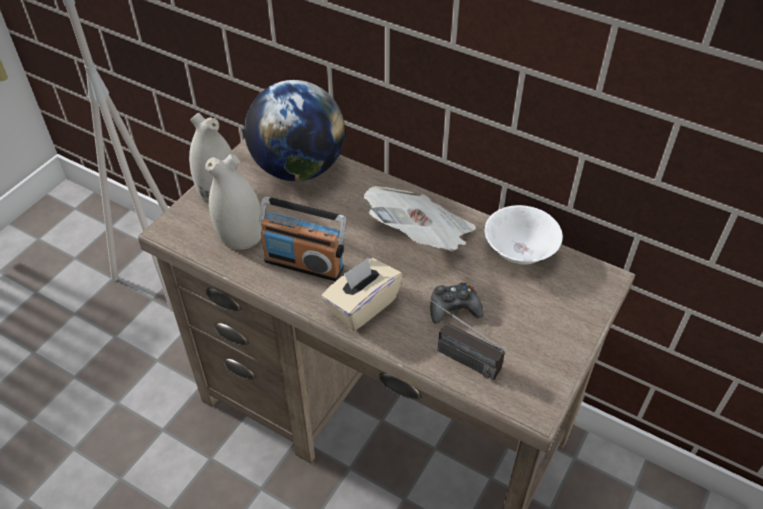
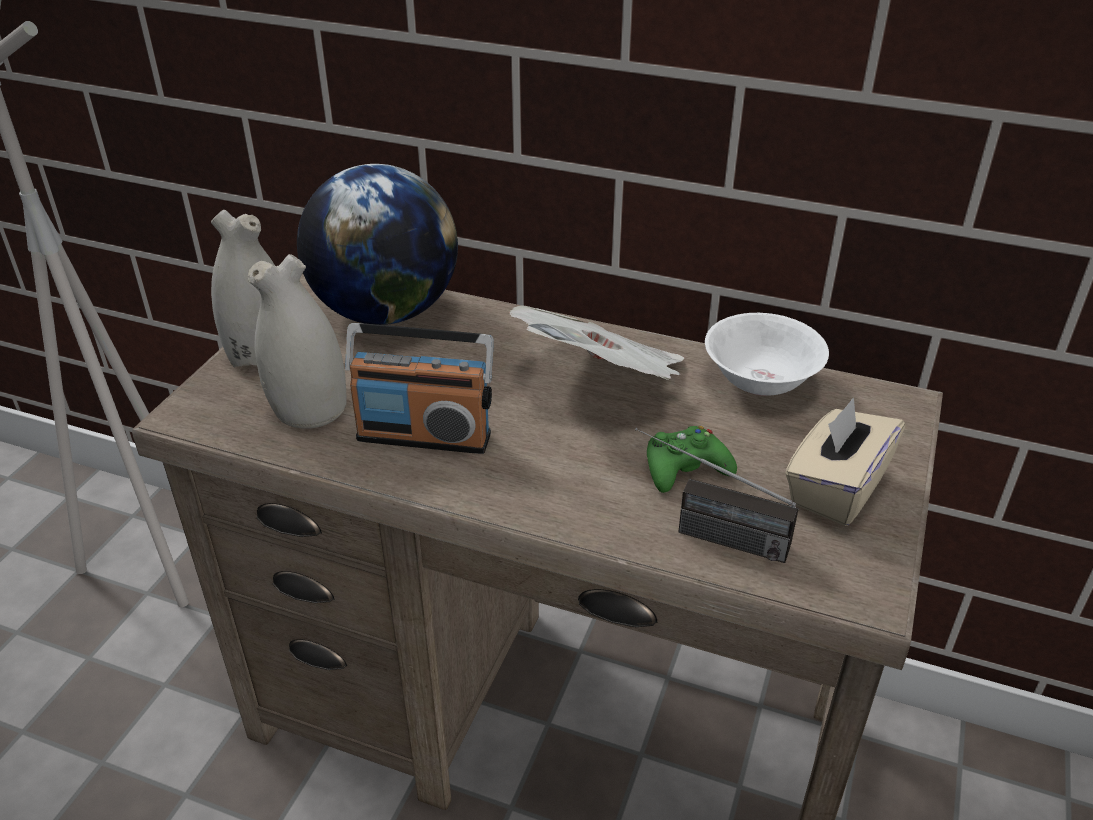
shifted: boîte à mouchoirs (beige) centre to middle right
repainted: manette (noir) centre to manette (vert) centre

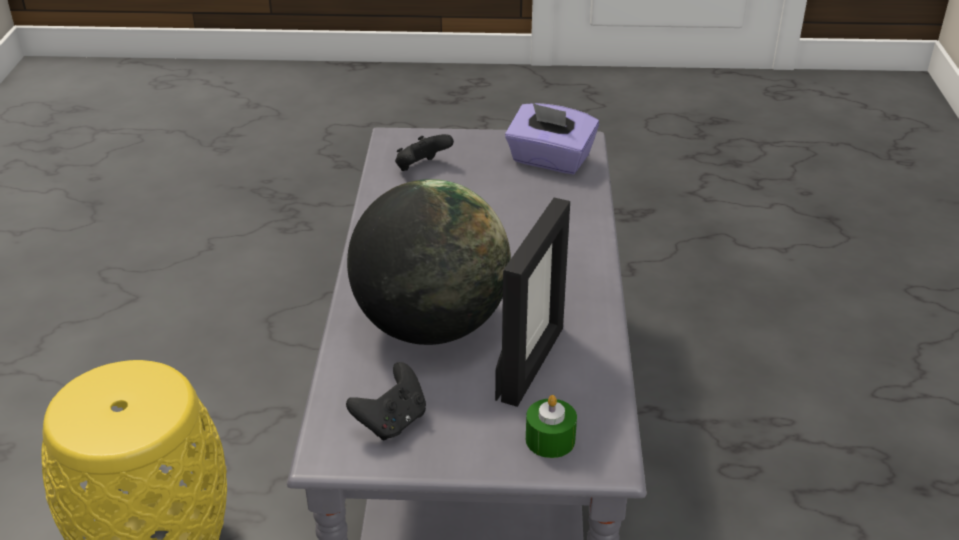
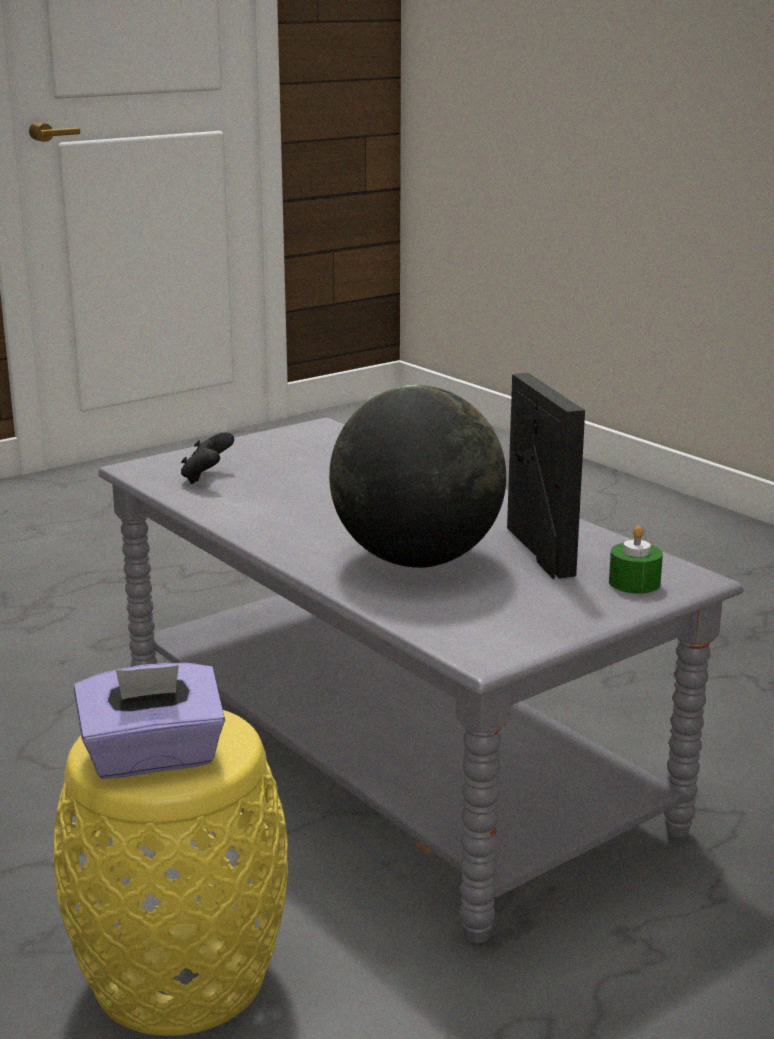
gone: manette (noir) (no. 1 from left) bottom centre
shifted: boîte à mouchoirs (violet) top centre to bottom left

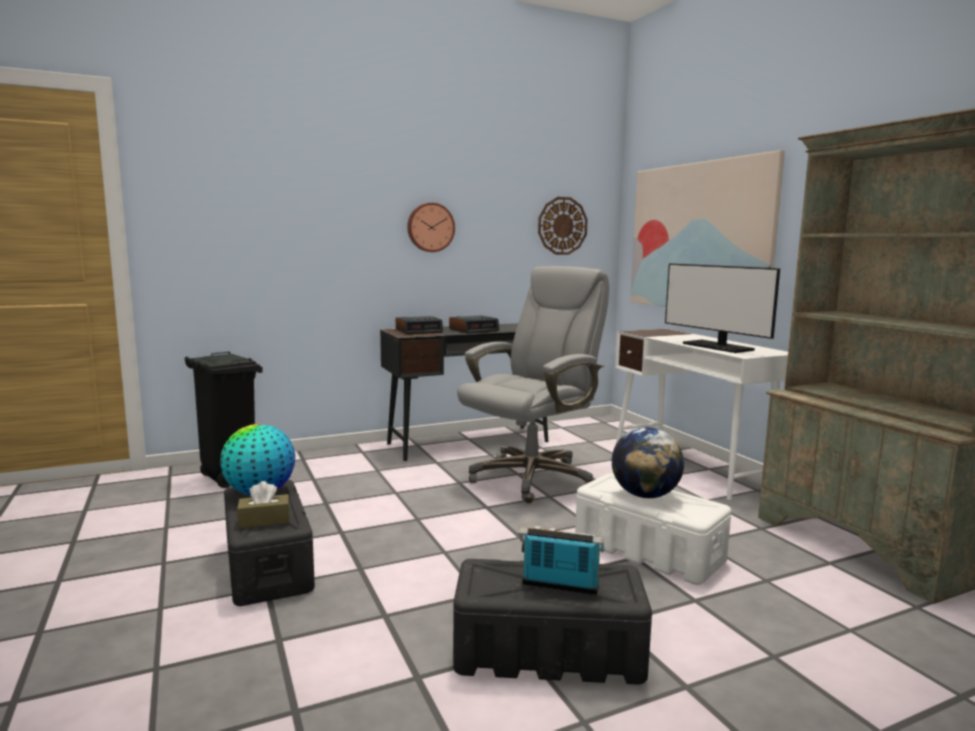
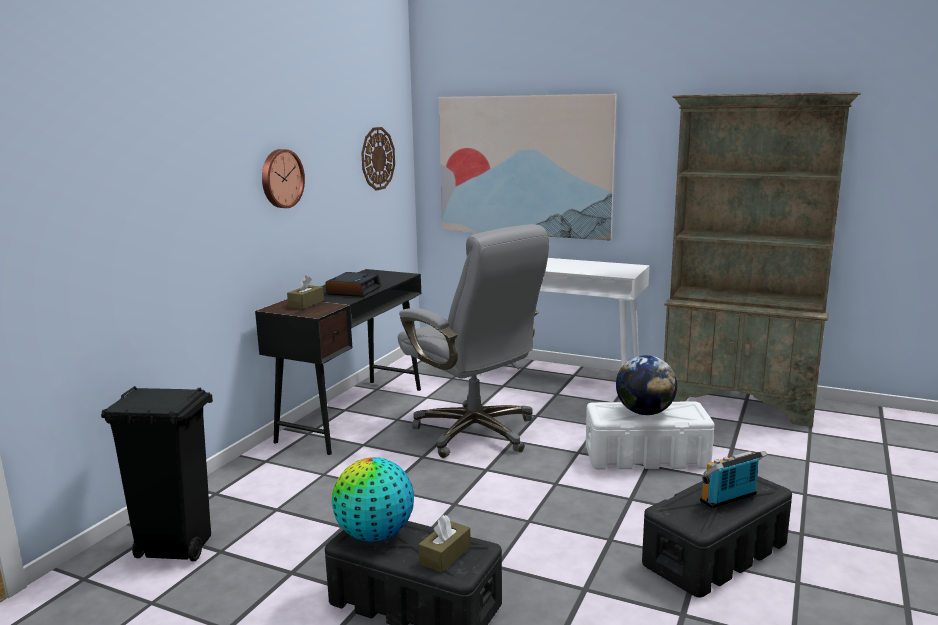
gone: écran d'ordinateur middle right
swapped: réveil (no. 1 from left) centre to boîte à mouchoirs (marron) (no. 1 from left) middle left
rotated: chaise de bureau (gris) centre = centre 135 degrees clockwise

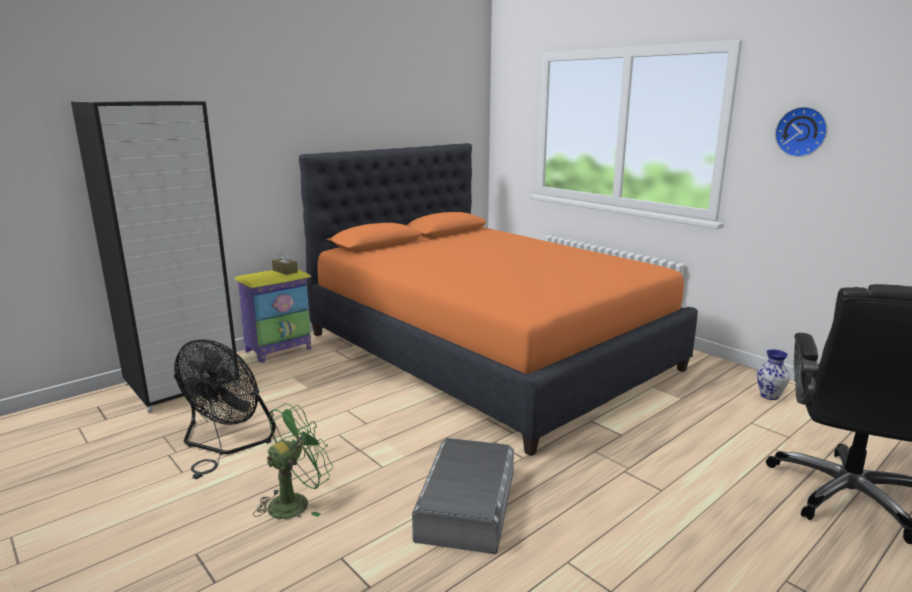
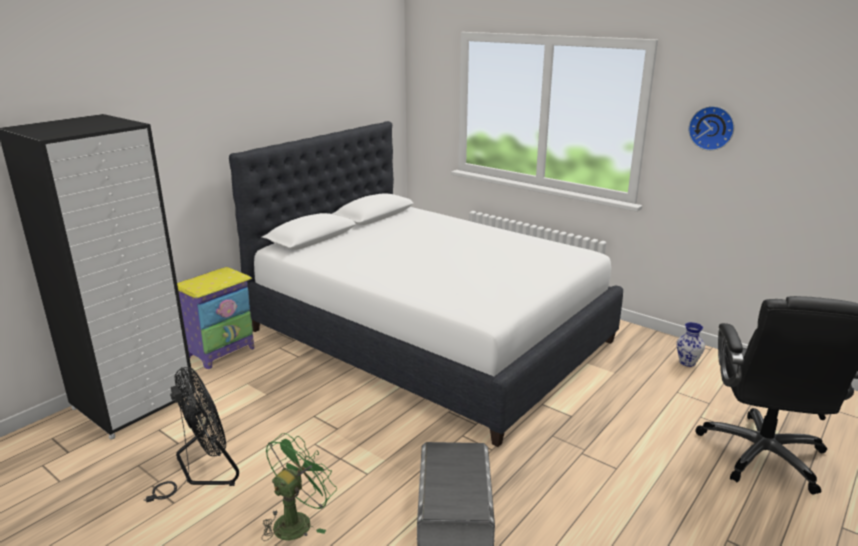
gone: boîte à mouchoirs (marron) middle left
repainted: lit (orange) centre to lit (blanc) centre
rotated: ventilateur (noir) bottom left = bottom left 45 degrees clockwise

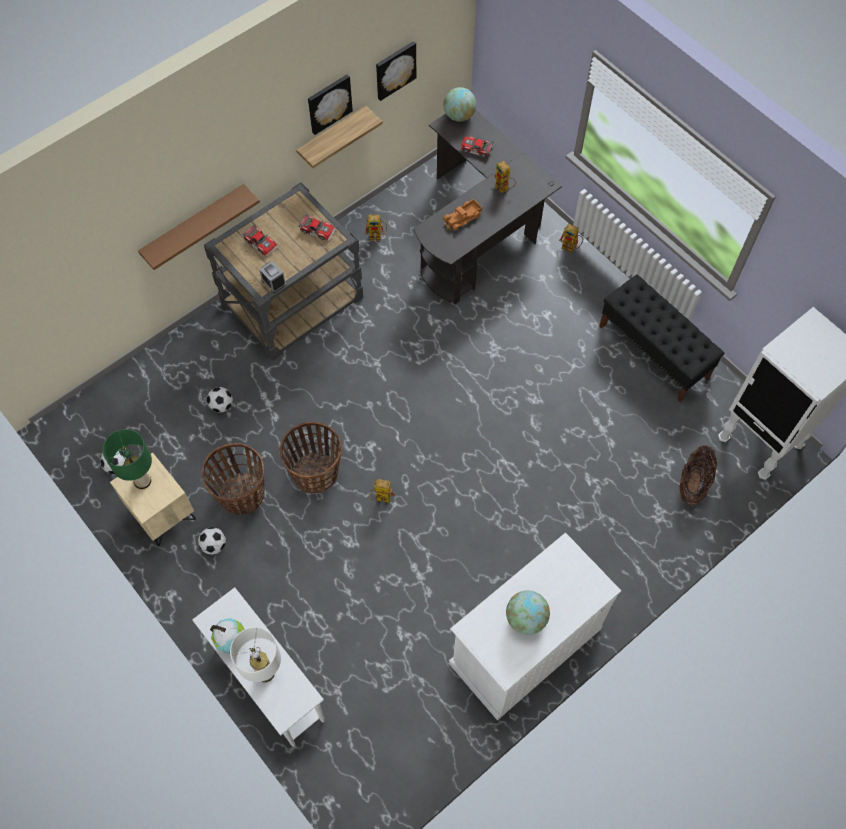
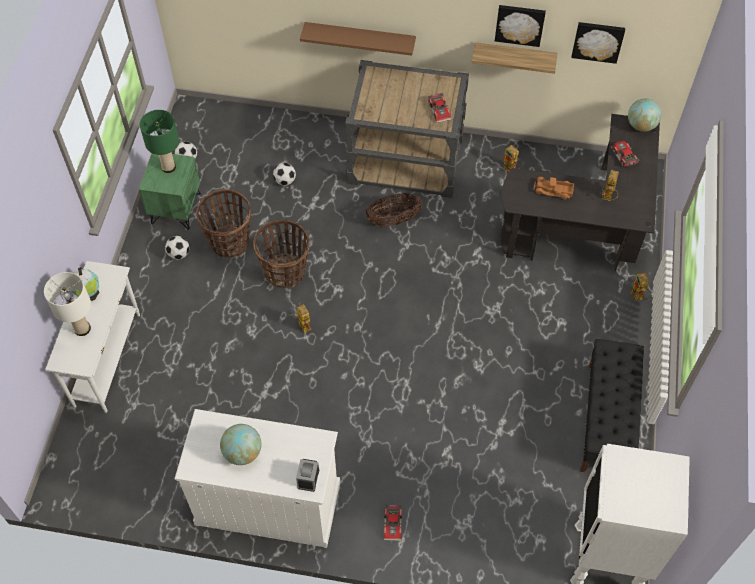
shifted: réveil middle left to bottom centre; panier (no. 3 from left) middle right to centre; petite voiture (no. 1 from left) top left to bottom centre
repainted: table de chevet (beige) middle left to table de chevet (vert) top left

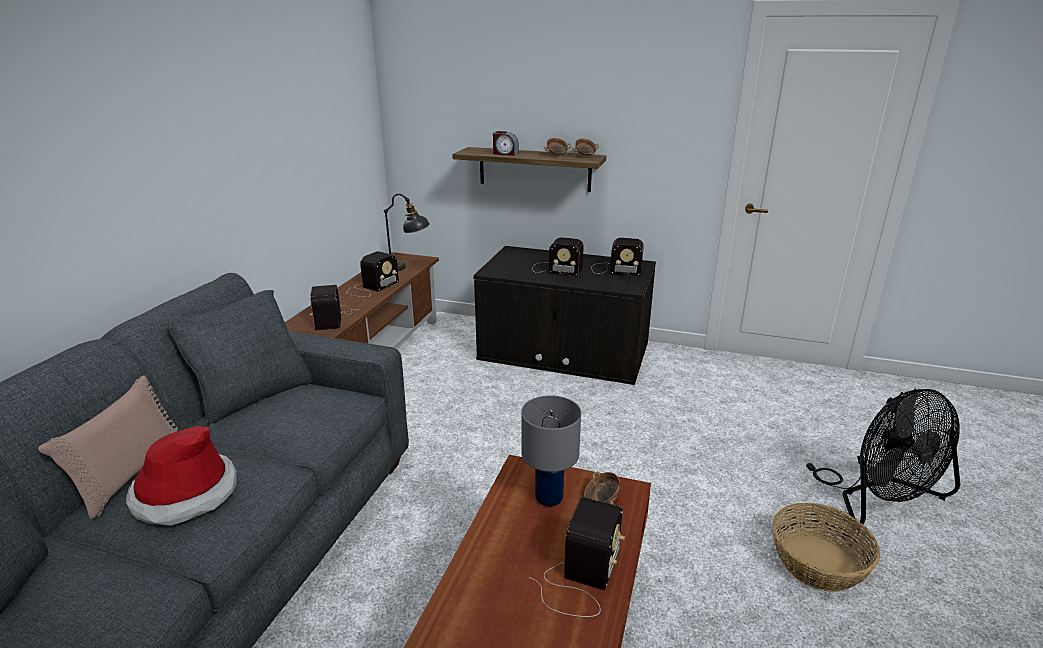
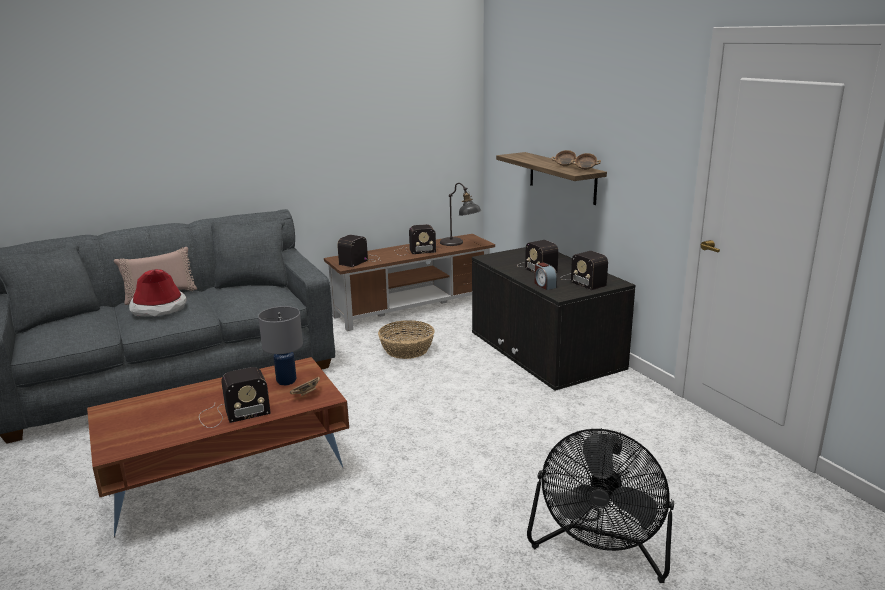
shifted: panier bottom right to centre; réveil top centre to centre

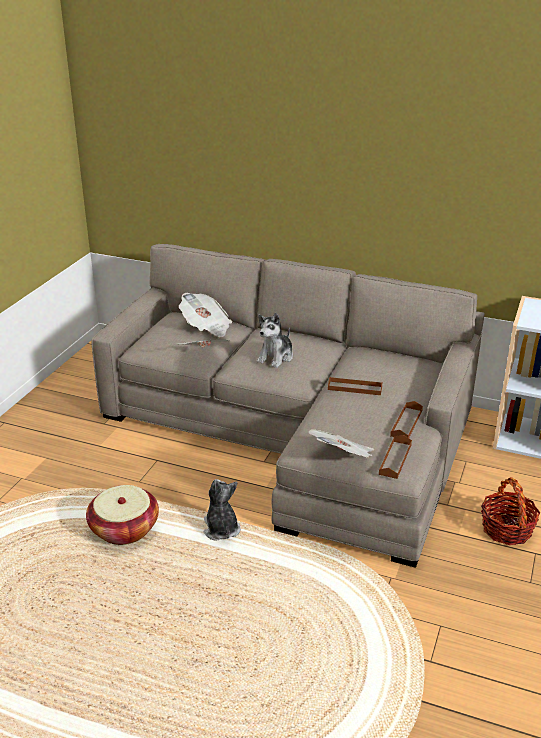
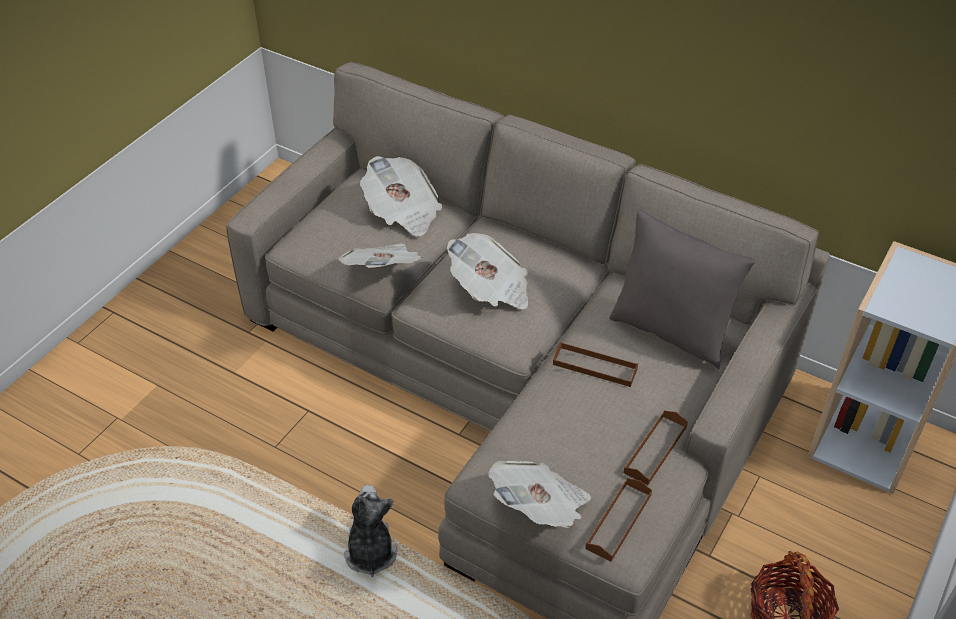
gone: panier (no. 1 from left) bottom left
new: coussin (gris) middle right
swapped: peluche (no. 2 from left) centre to journal (no. 3 from left) centre

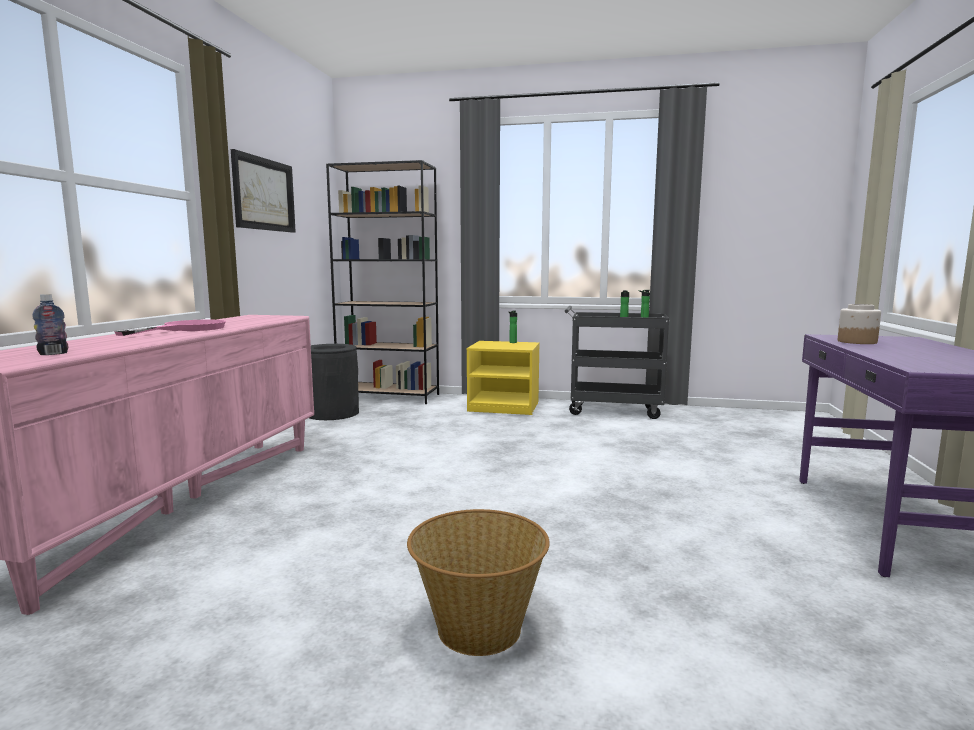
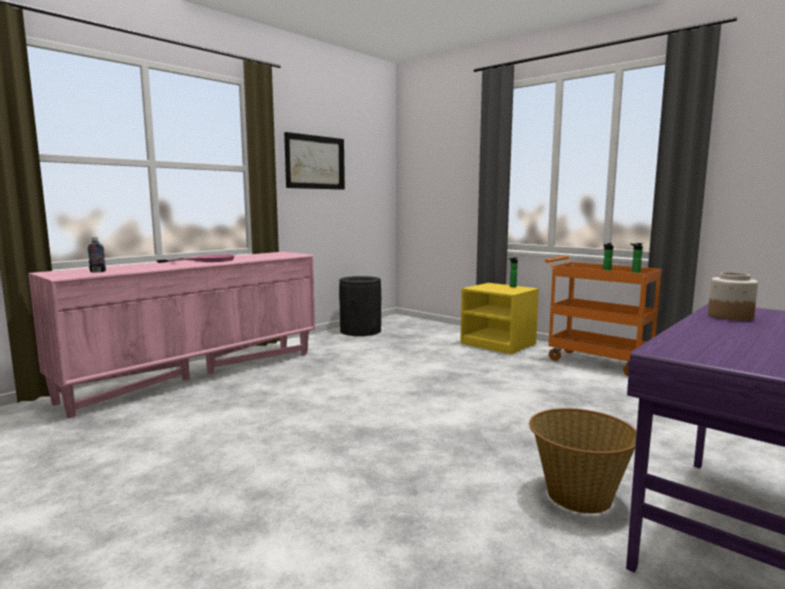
gone: bibliothèque (beige) centre
shifted: panier bottom centre to bottom right
repainted: chariot (gris) centre to chariot (orange) middle right

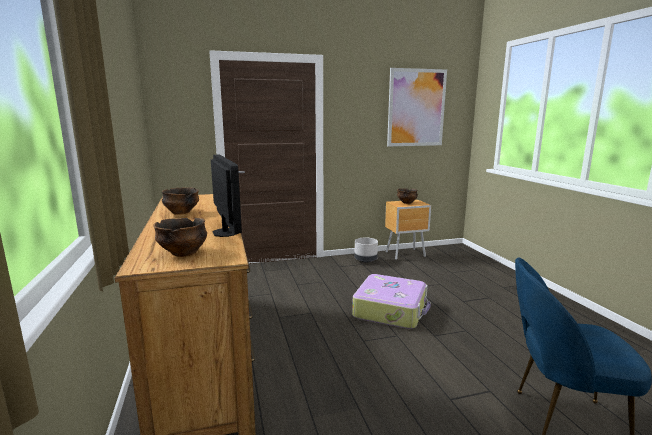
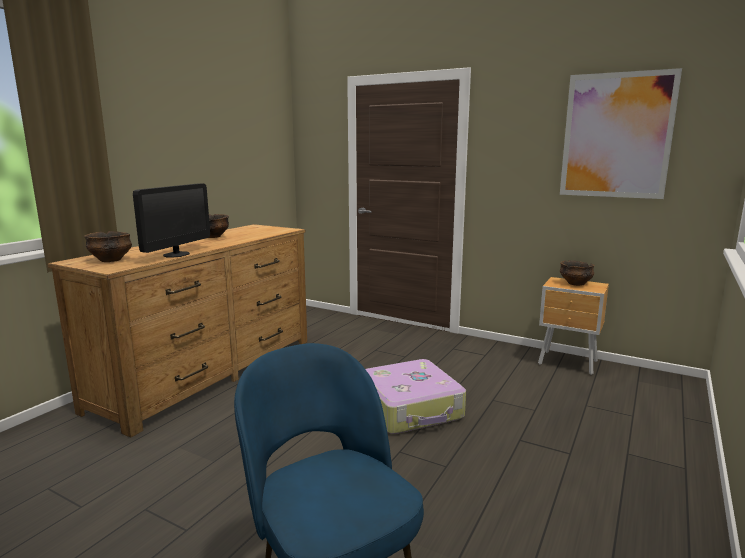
gone: cache-pot (gris) centre

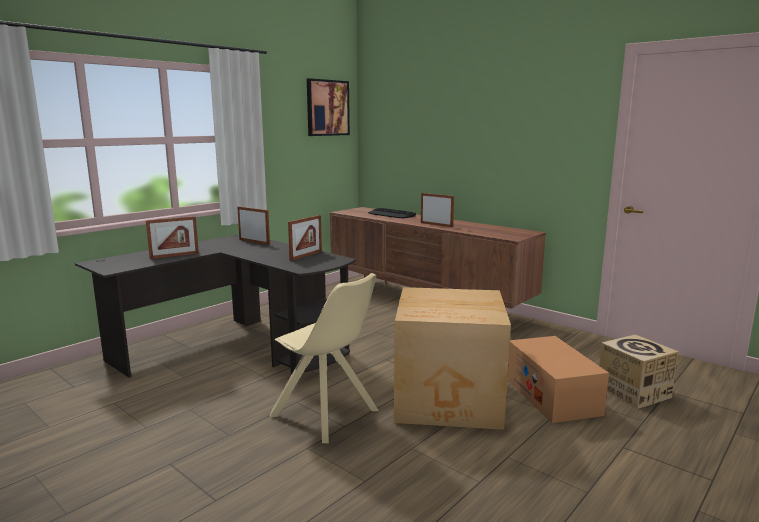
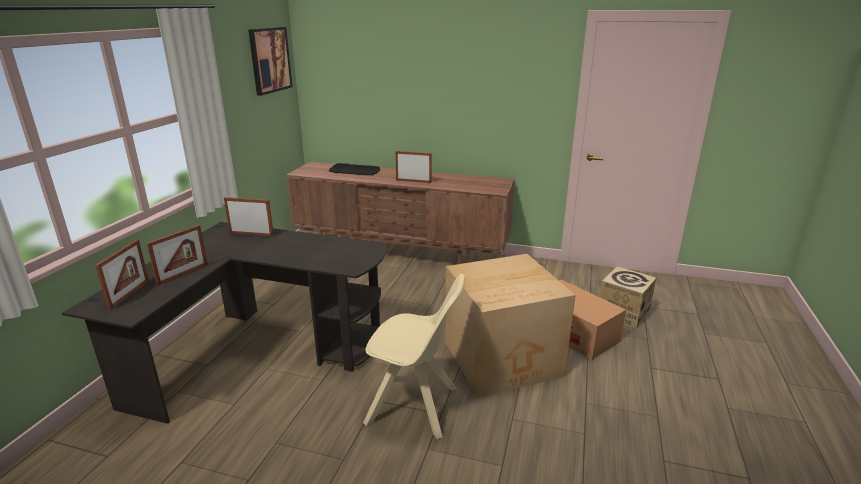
shifted: cadre photo (no. 3 from left in the first image) centre to cadre photo (no. 1 from left) middle left

